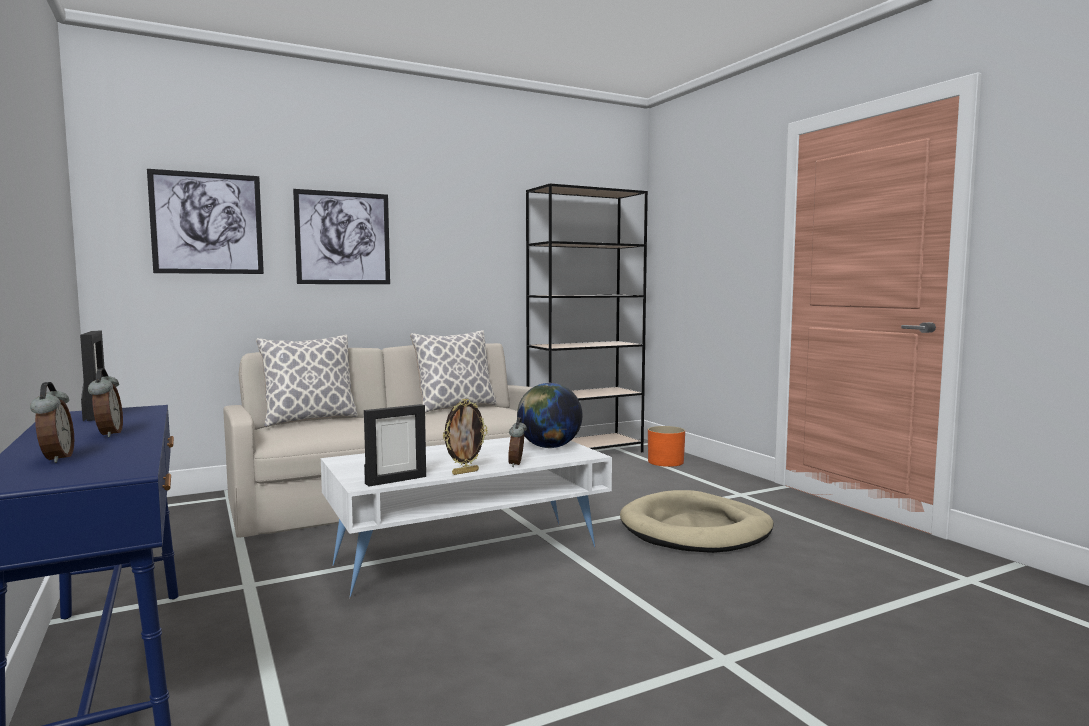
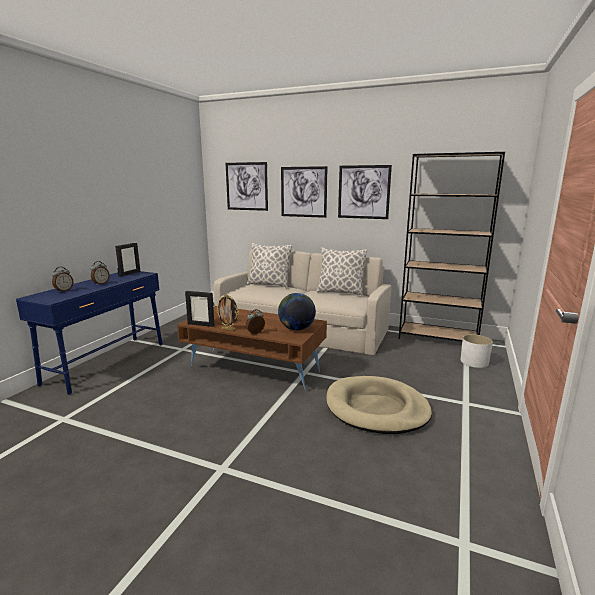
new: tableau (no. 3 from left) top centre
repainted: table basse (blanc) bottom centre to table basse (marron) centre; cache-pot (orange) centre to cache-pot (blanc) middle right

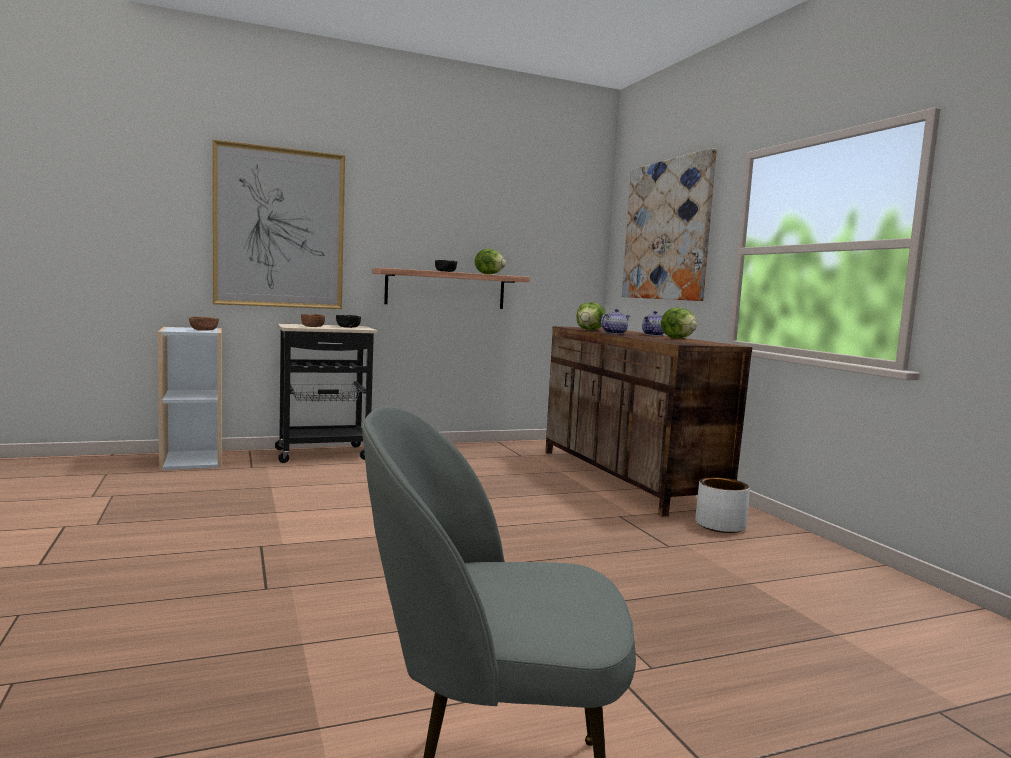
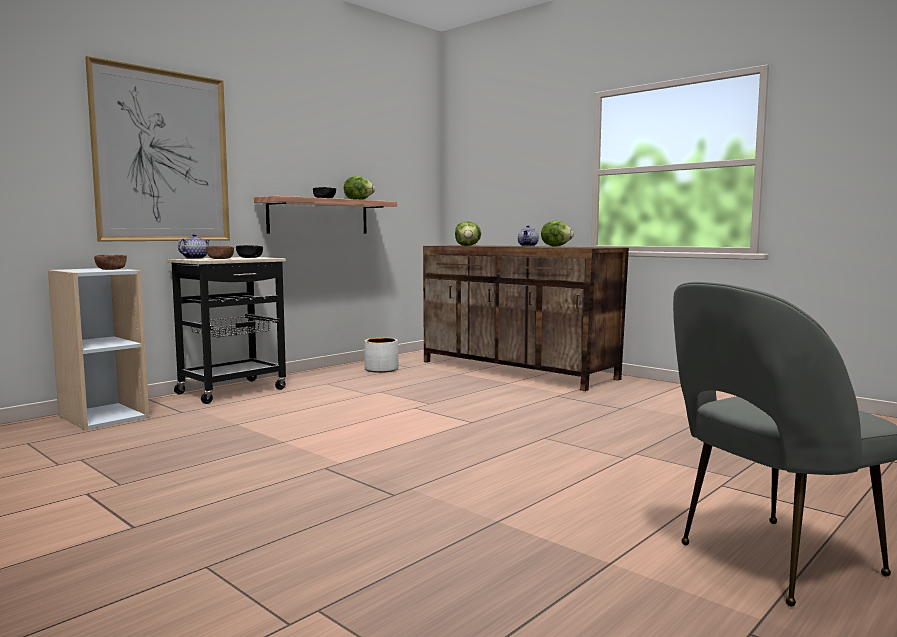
gone: tableau (no. 2 from left) top centre
shifted: théière (no. 1 from left) centre to middle left; cache-pot (blanc) middle right to centre

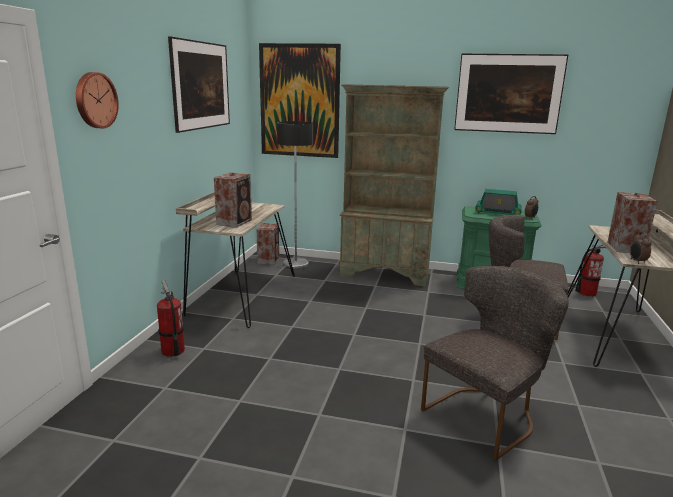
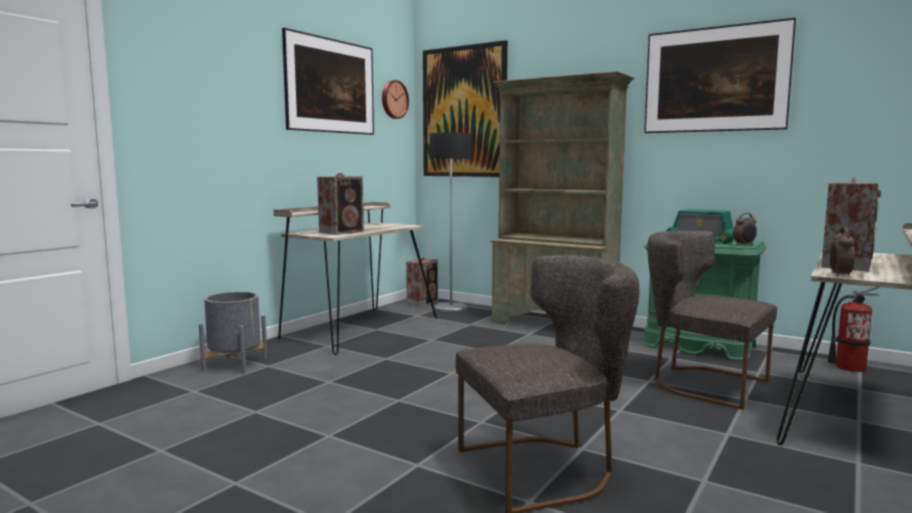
shifted: horloge murale top left to top centre
swapped: extincteur (no. 1 from left) middle left to cache-pot (gris) middle left

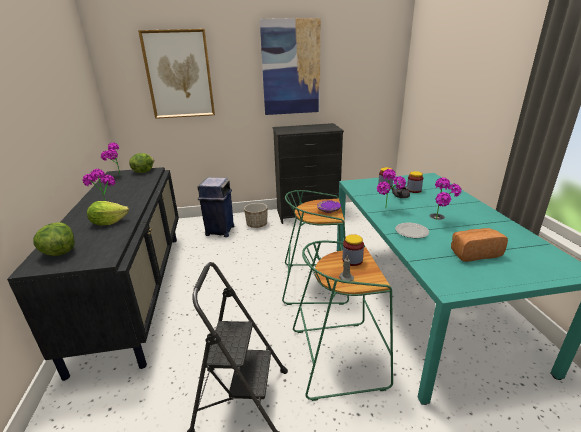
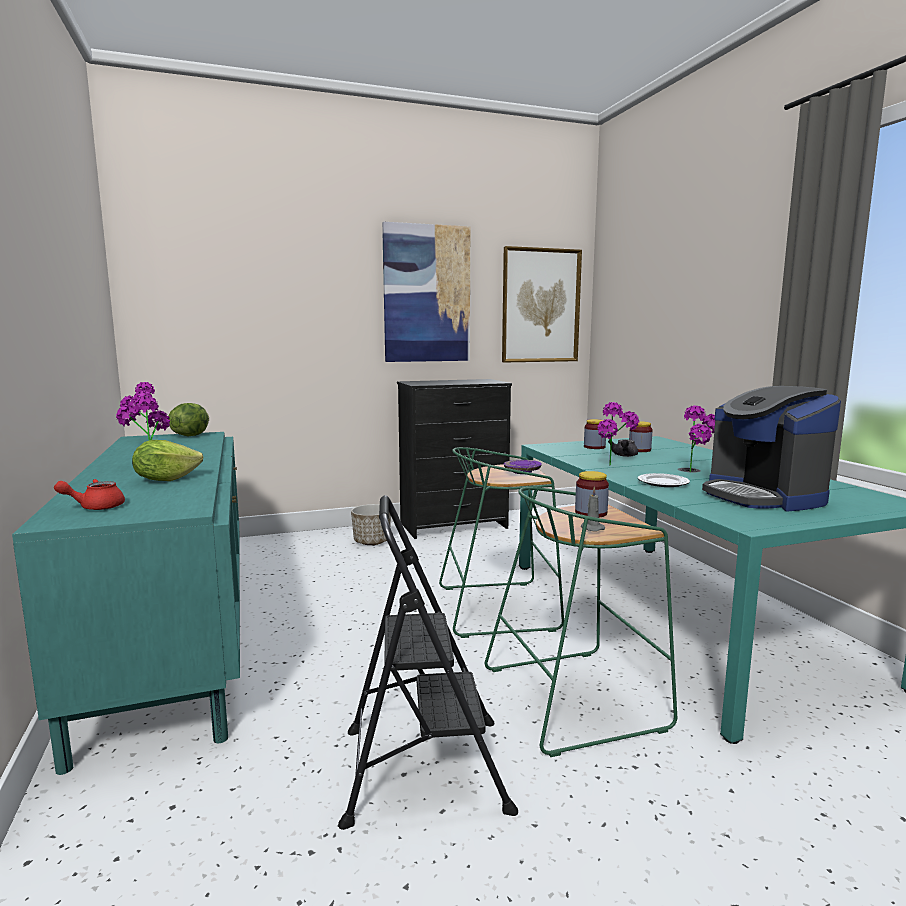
gone: poubelle (bleu) centre
shifted: tableau (no. 1 from left in the first image) top left to tableau (no. 2 from left) centre
swapped: laitue (no. 1 from left) middle left to théière (rouge) middle left; pain middle right to machine à café middle right
repainted: meuble de rangement (noir) middle left to meuble de rangement (turquoise) middle left

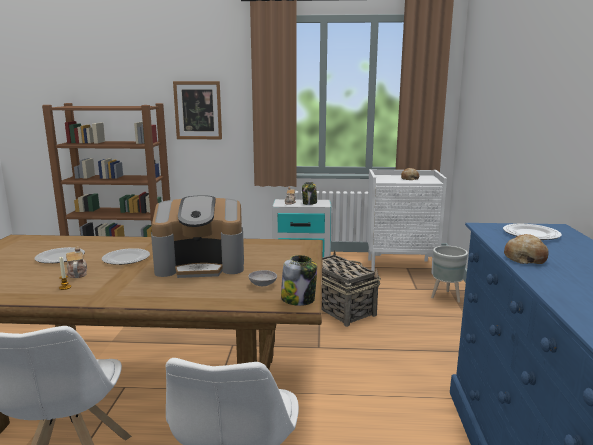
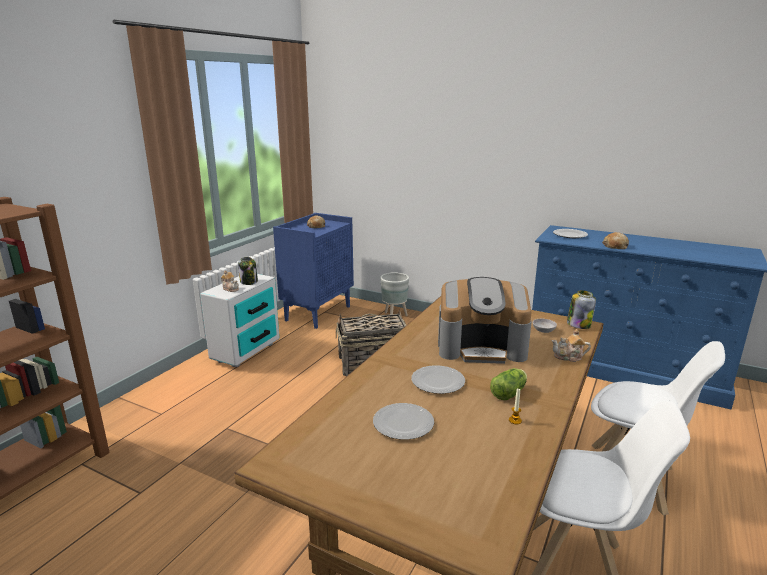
gone: tableau top left
new: laitue bottom centre
shifted: théière (no. 1 from left in the first image) middle left to théière (no. 2 from left) middle right
repainted: meuble de rangement (blanc) middle right to meuble de rangement (bleu) centre
rotated: machine à café middle left = centre 75 degrees clockwise

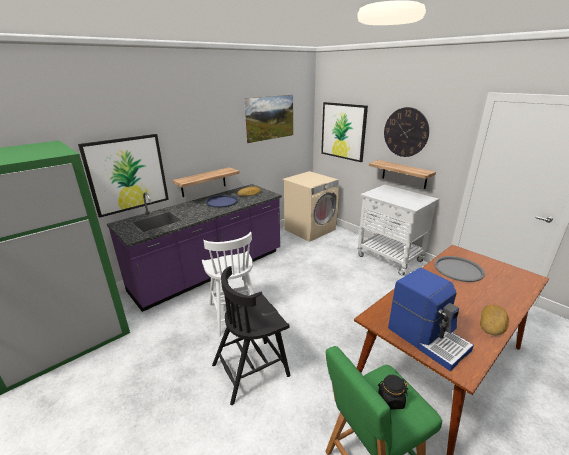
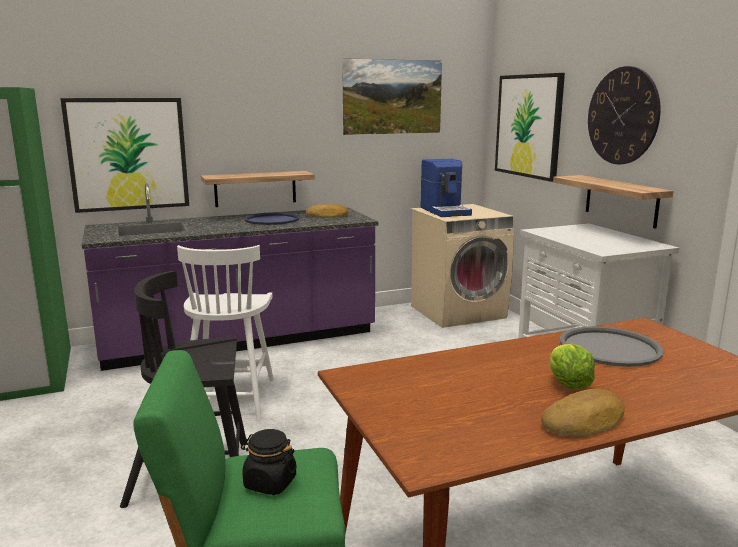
new: laitue bottom right
shifted: machine à café bottom right to centre

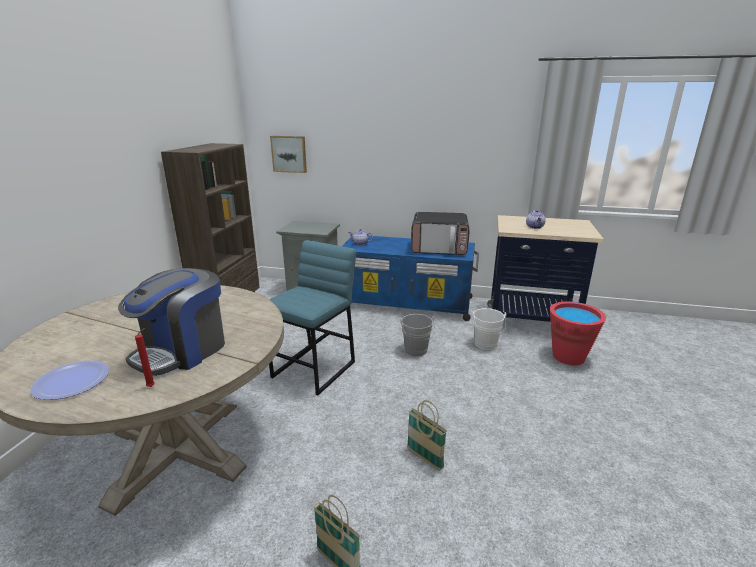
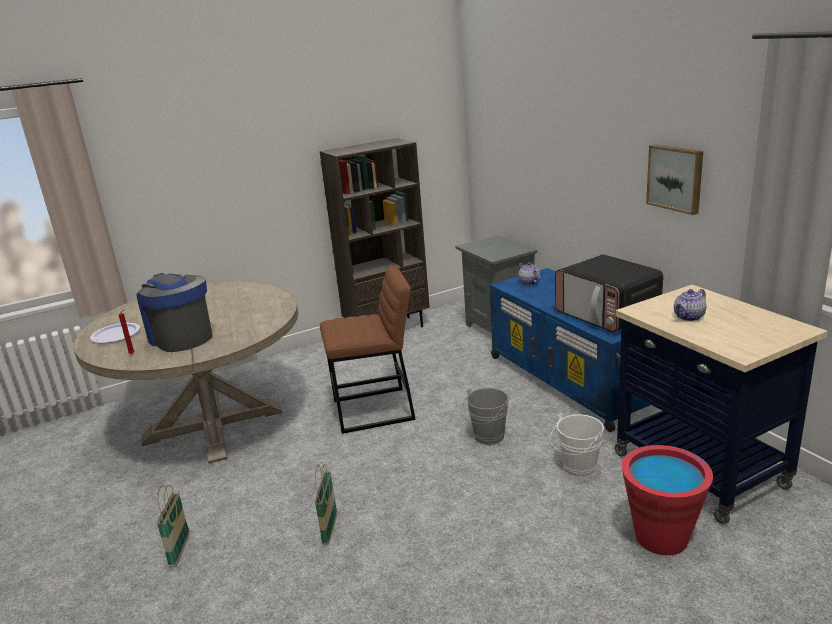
shifted: tableau top centre to top right
repainted: tabouret (bleu) centre to tabouret (marron) centre
rotated: machine à café middle left = middle left 60 degrees clockwise

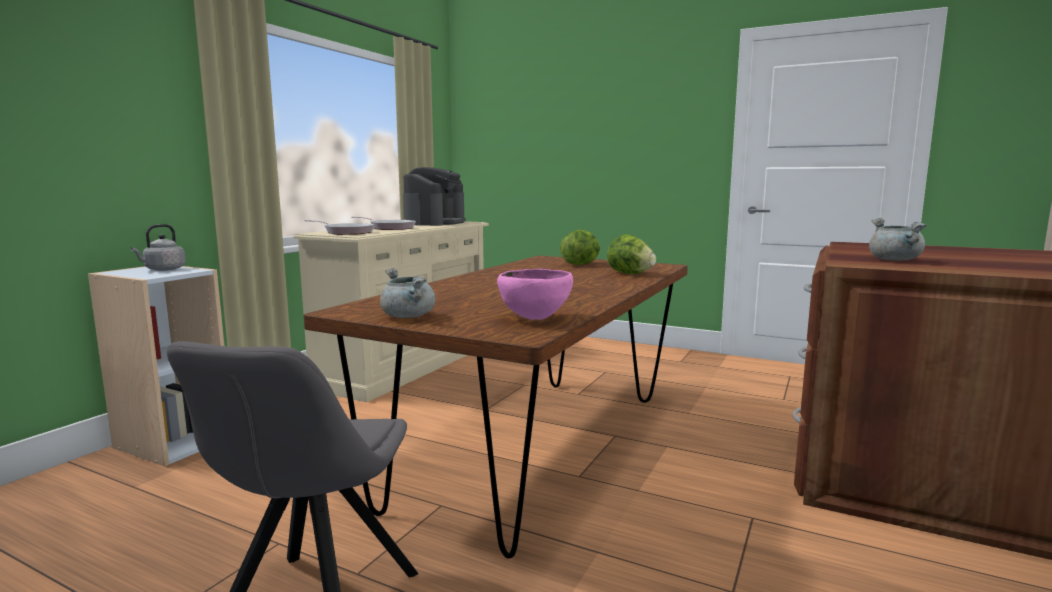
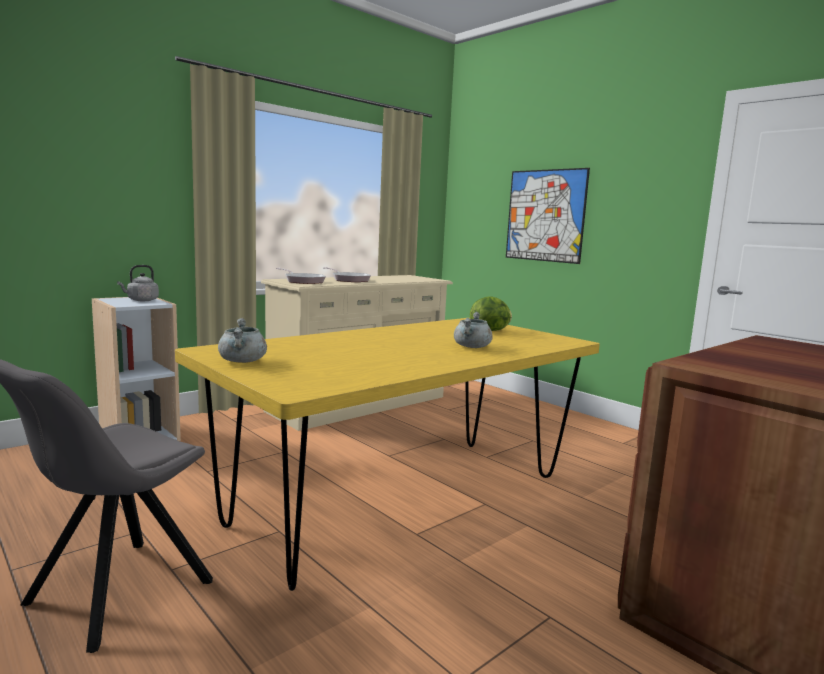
gone: machine à café top centre; bol (rose) centre; laitue (no. 2 from left) centre
new: tableau top centre
shifted: marmite (gris) (no. 2 from left) middle right to centre
repainted: table à manger (marron) bottom centre to table à manger (jaune) bottom centre

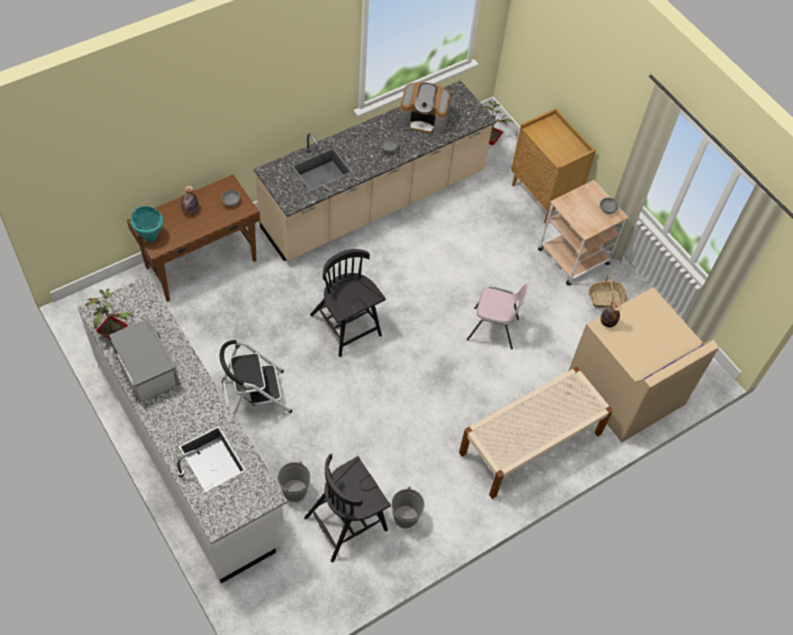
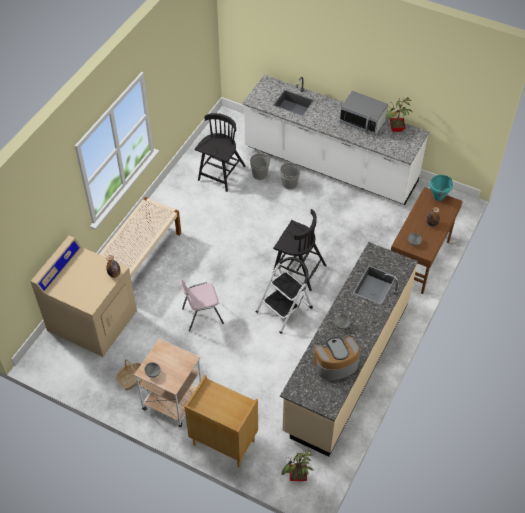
shifted: escabeau middle left to centre; seau (gris) (no. 2 from left) bottom centre to centre

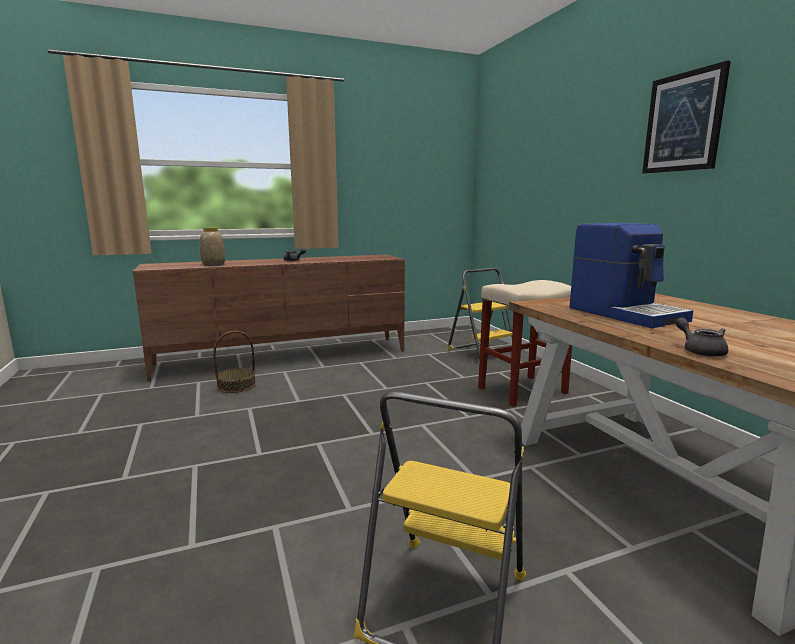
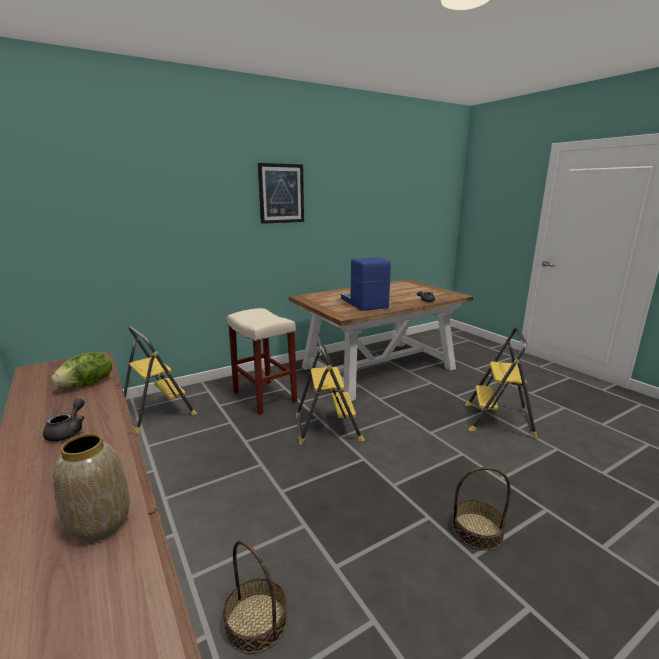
new: laitue middle left; escabeau (jaune) (no. 2 from left) centre; panier (no. 2 from left) bottom right
rotated: machine à café middle right = centre 75 degrees counterclockwise

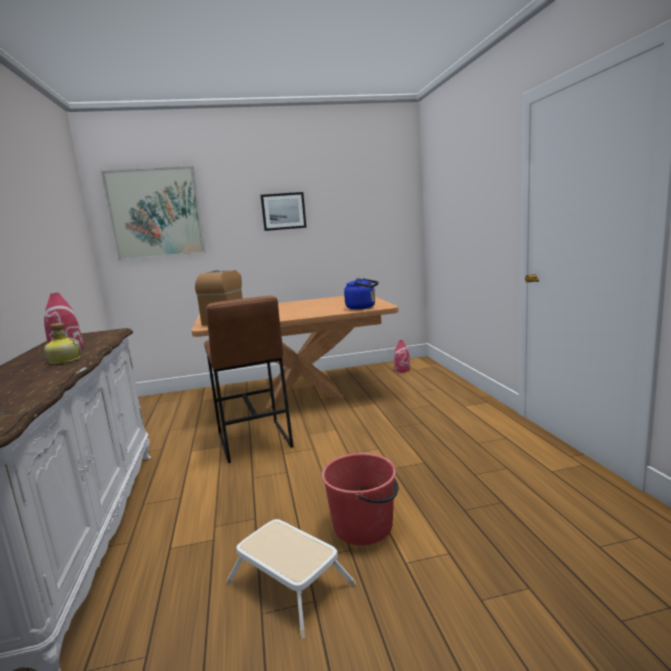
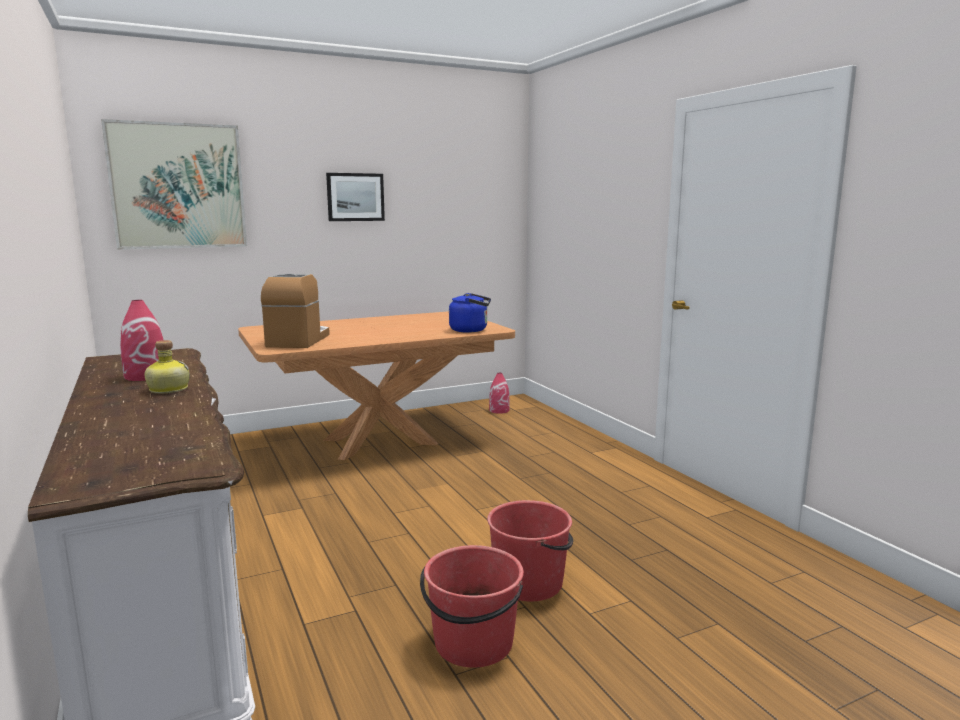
gone: tabouret (marron) centre
swapped: escabeau (beige) bottom centre to seau (rouge) (no. 1 from left) bottom centre

